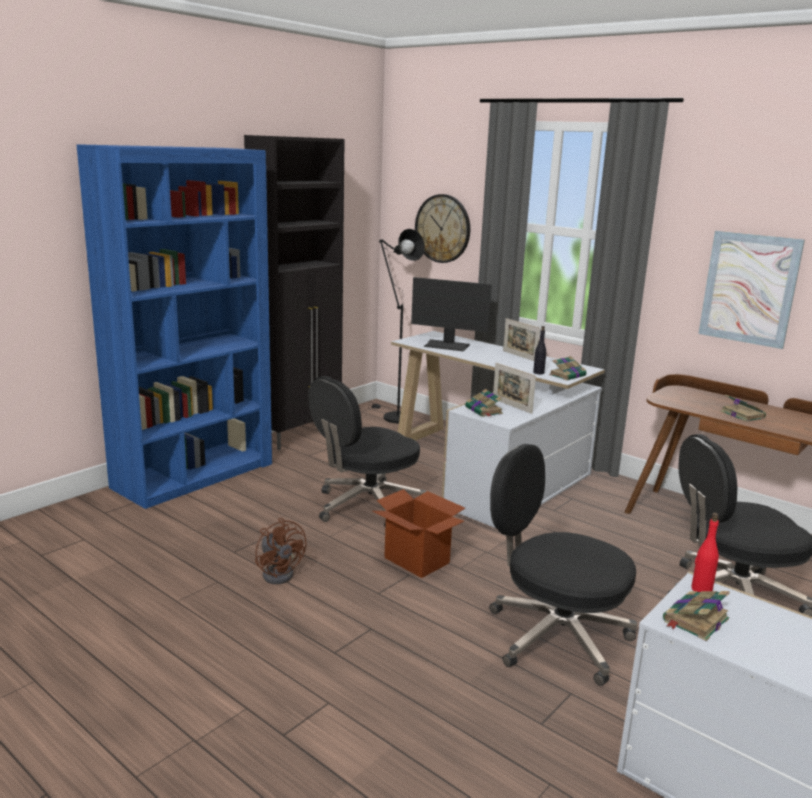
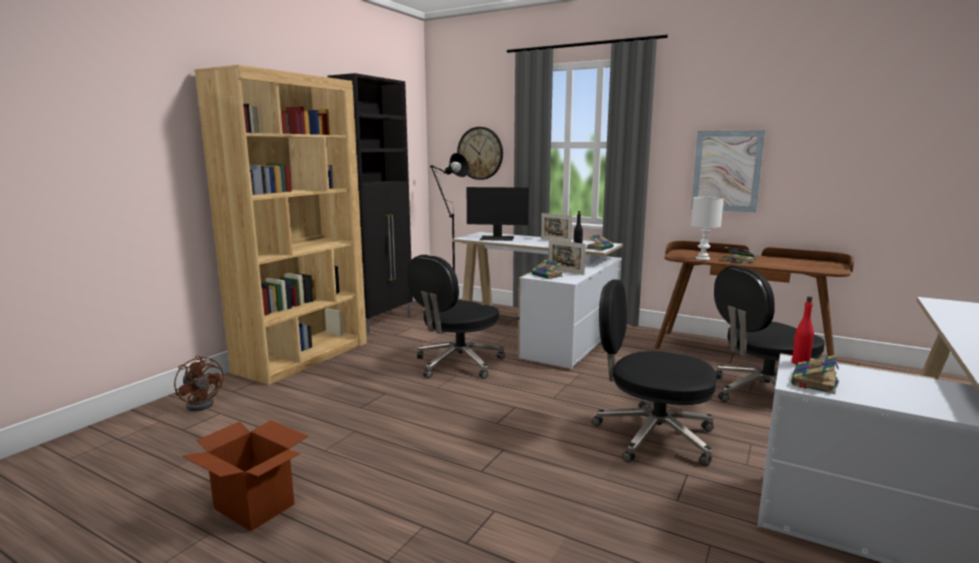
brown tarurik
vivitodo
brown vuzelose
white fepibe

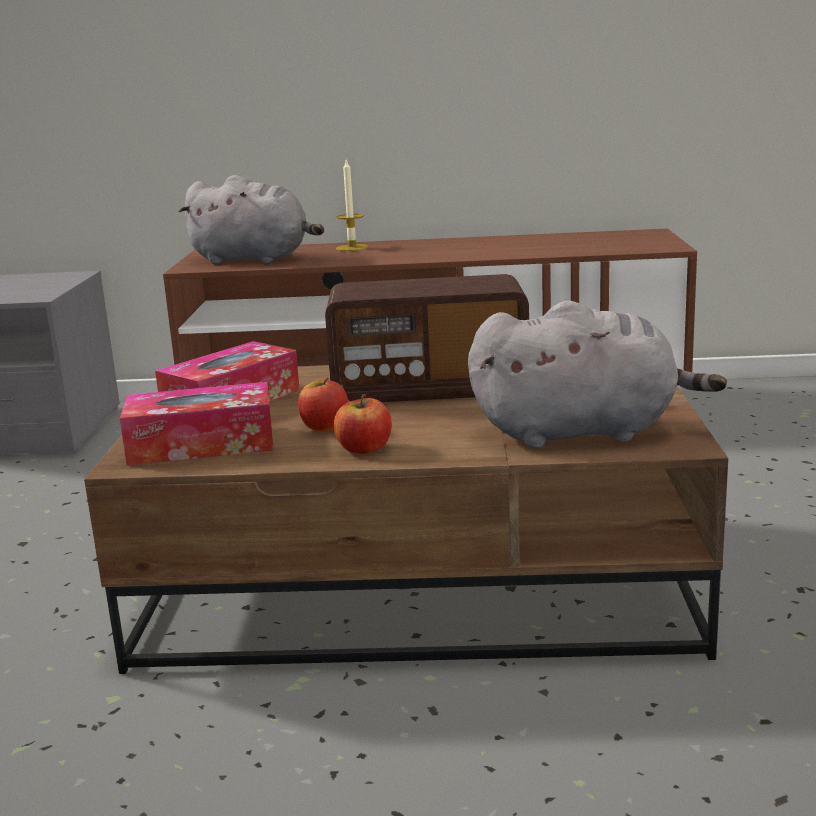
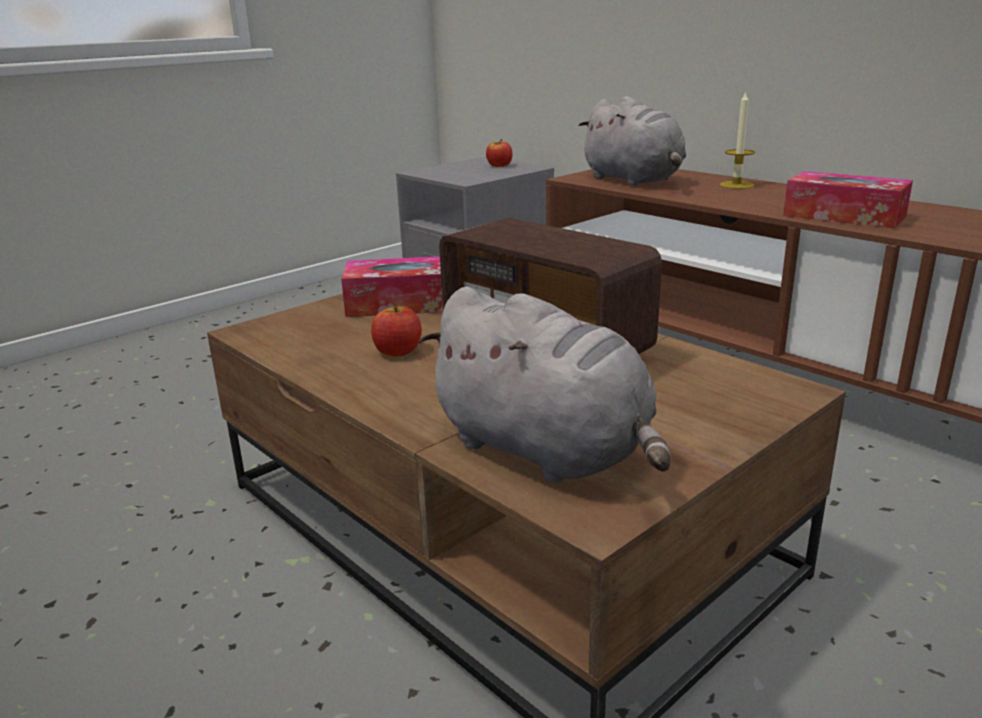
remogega (2nd from left)
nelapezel (2nd from left)

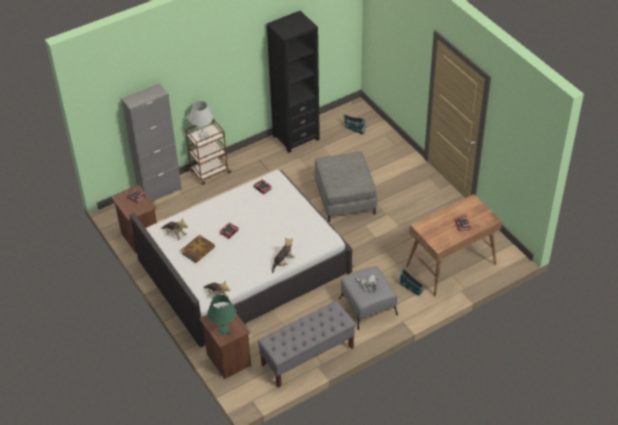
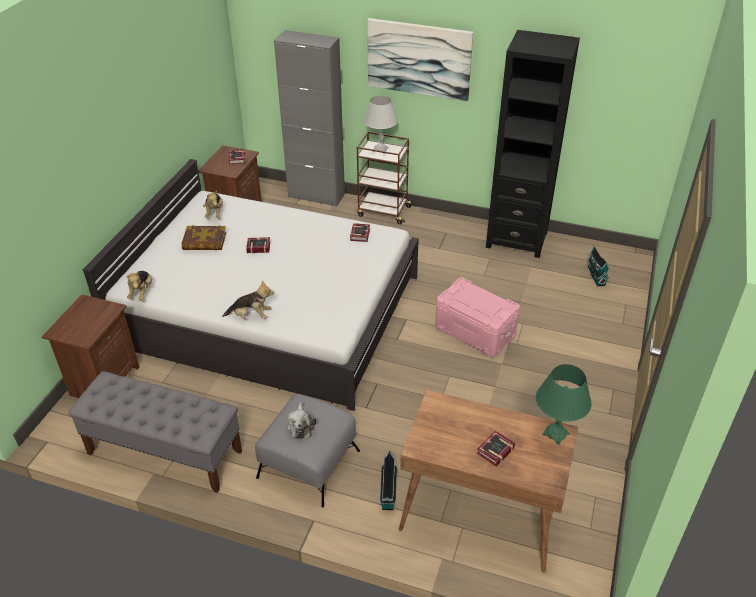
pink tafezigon
green fepibe
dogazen

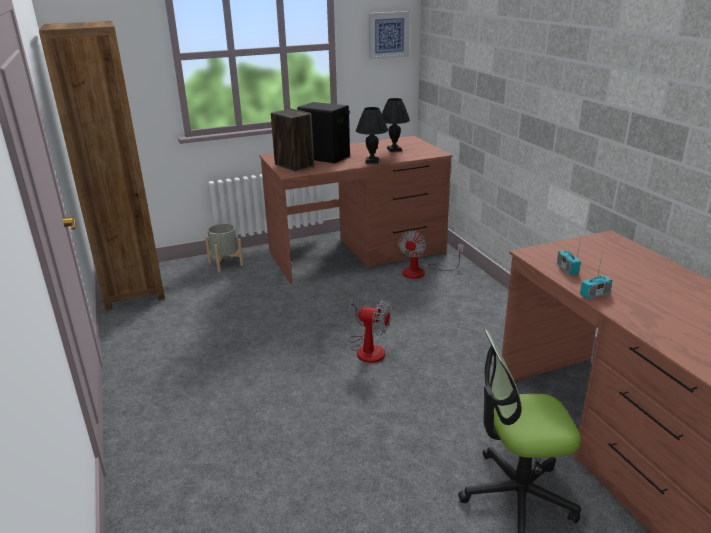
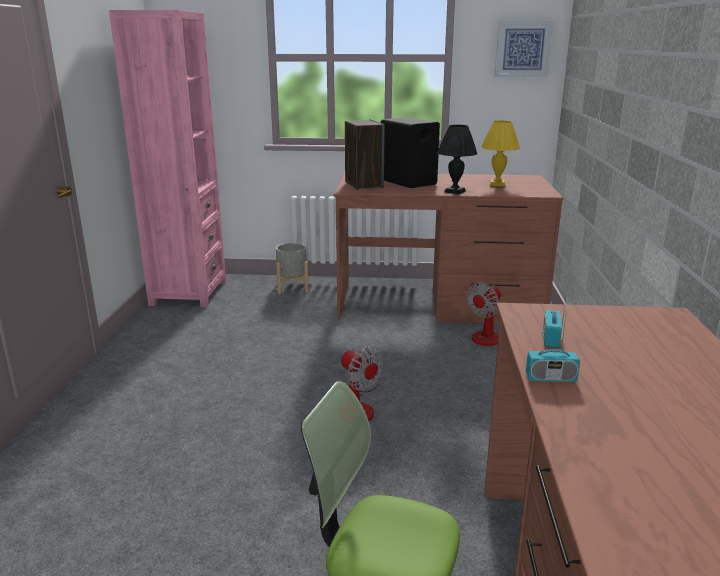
pink tarurik
yellow fepibe

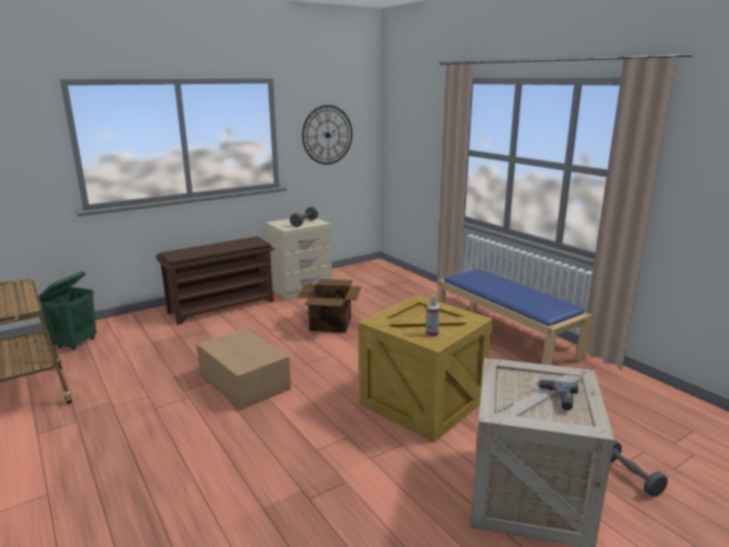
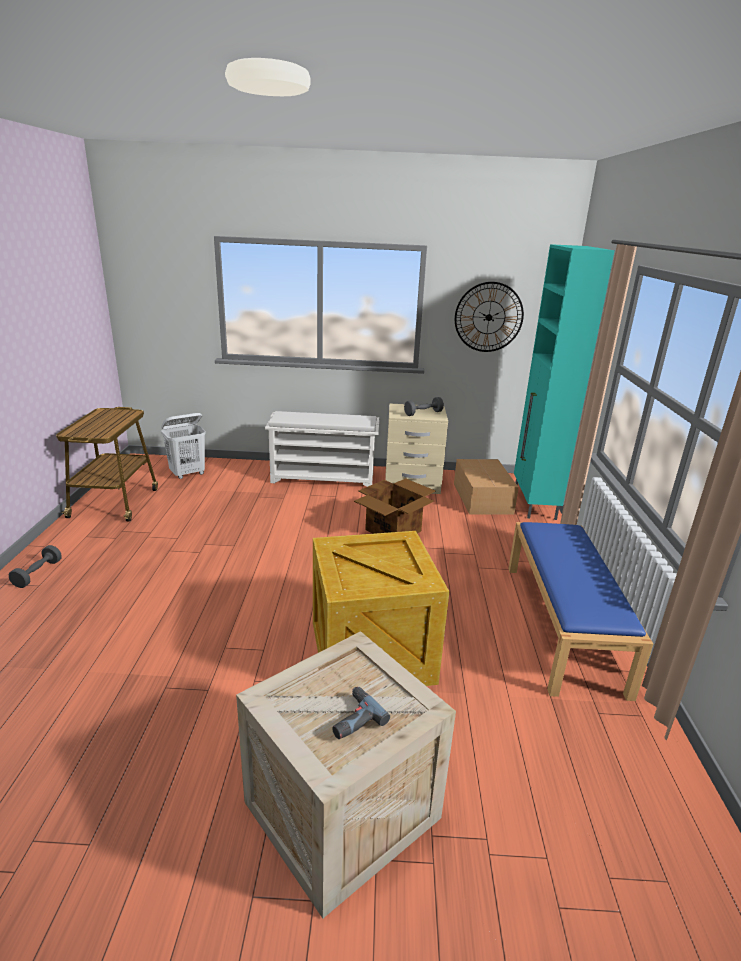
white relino
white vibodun
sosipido
vivitodo (2nd from left)
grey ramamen (1st from left)
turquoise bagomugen

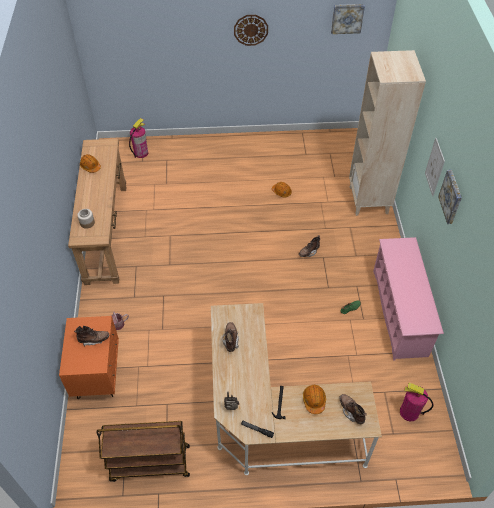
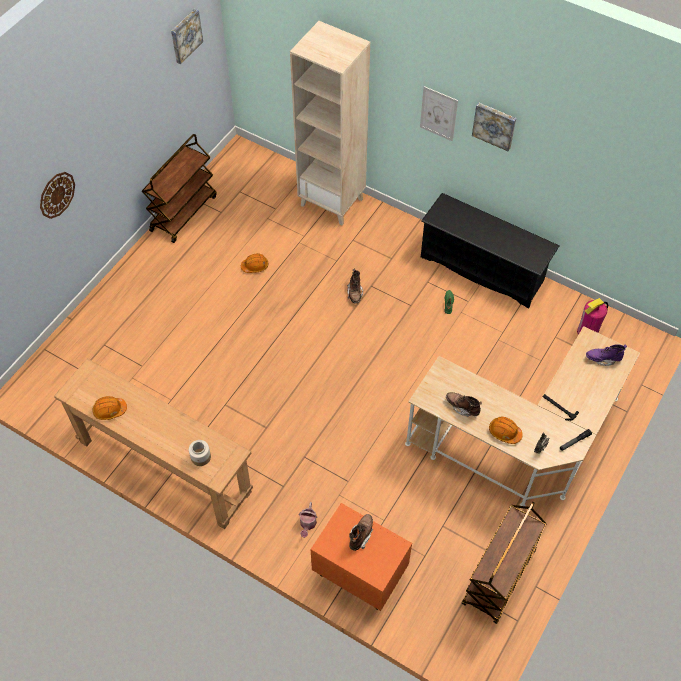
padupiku
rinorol (1st from left in the first image)
black relino
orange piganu (3rd from left)
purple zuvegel
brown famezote (1st from left)

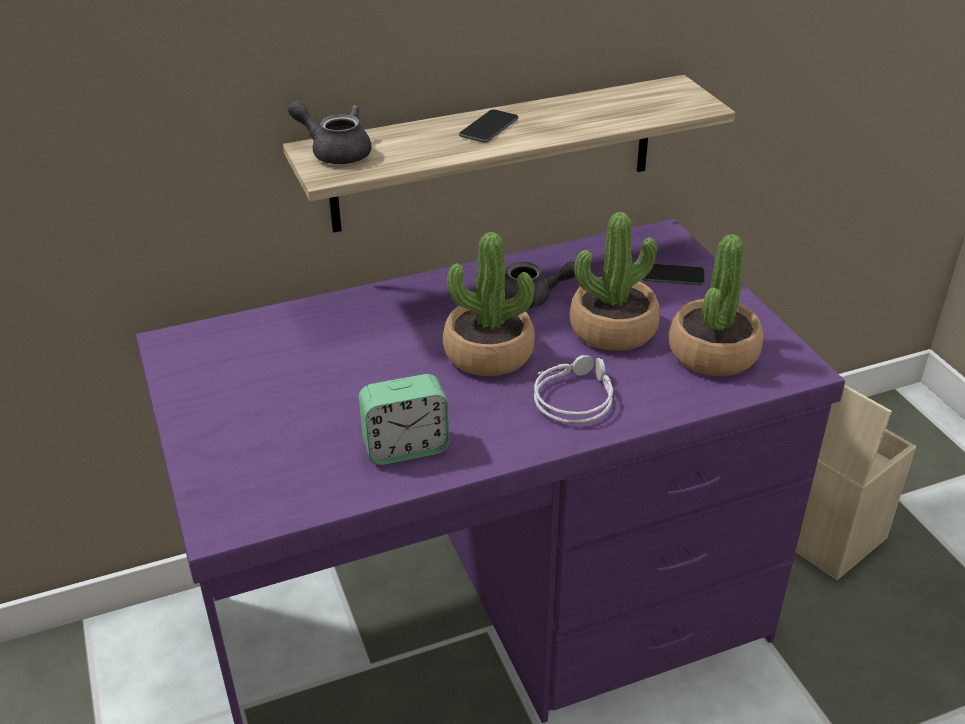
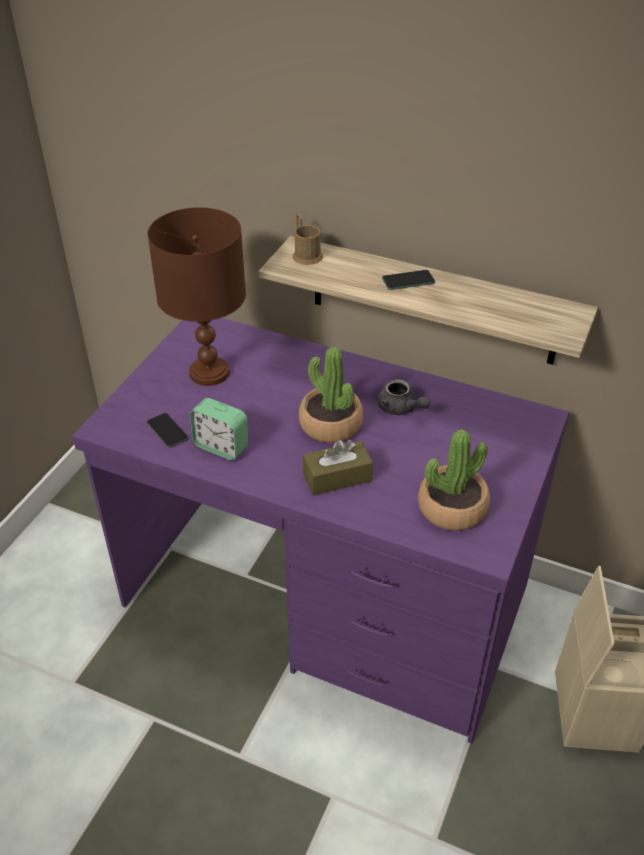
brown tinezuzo
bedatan (2nd from left in the first image)
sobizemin (1st from left)
brown remogega
brown fepibe

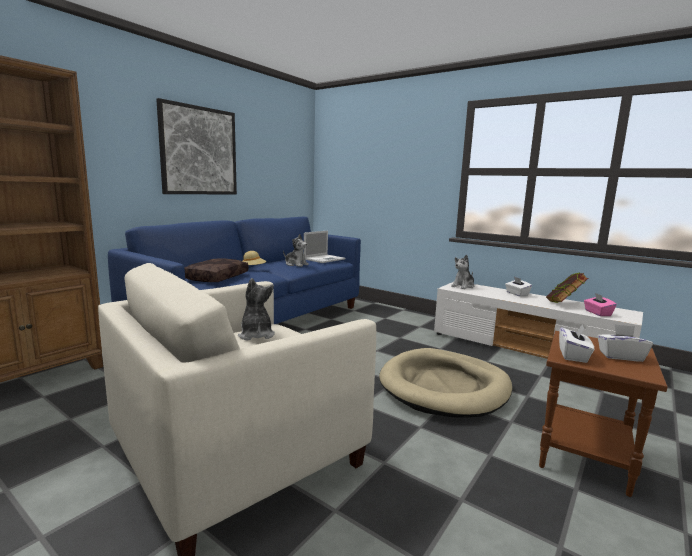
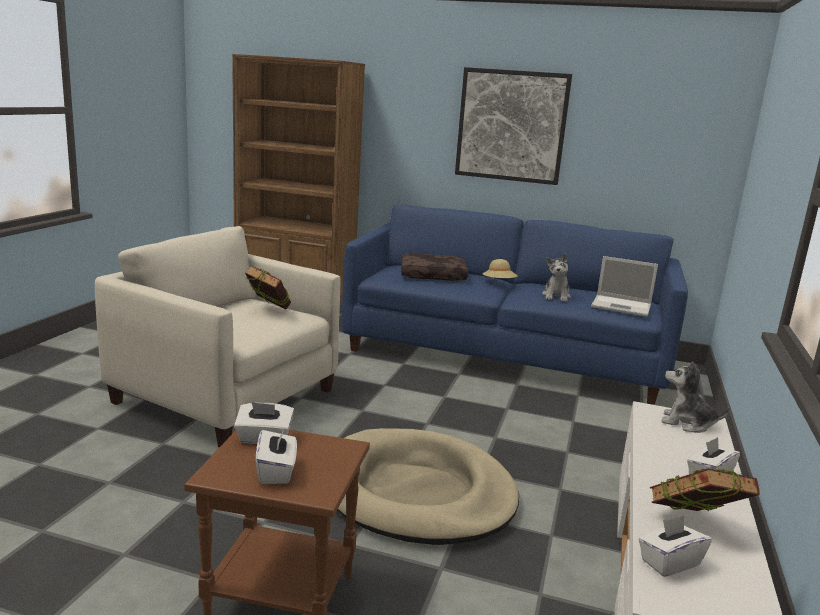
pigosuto (1st from left)
white remogega (3rd from left)

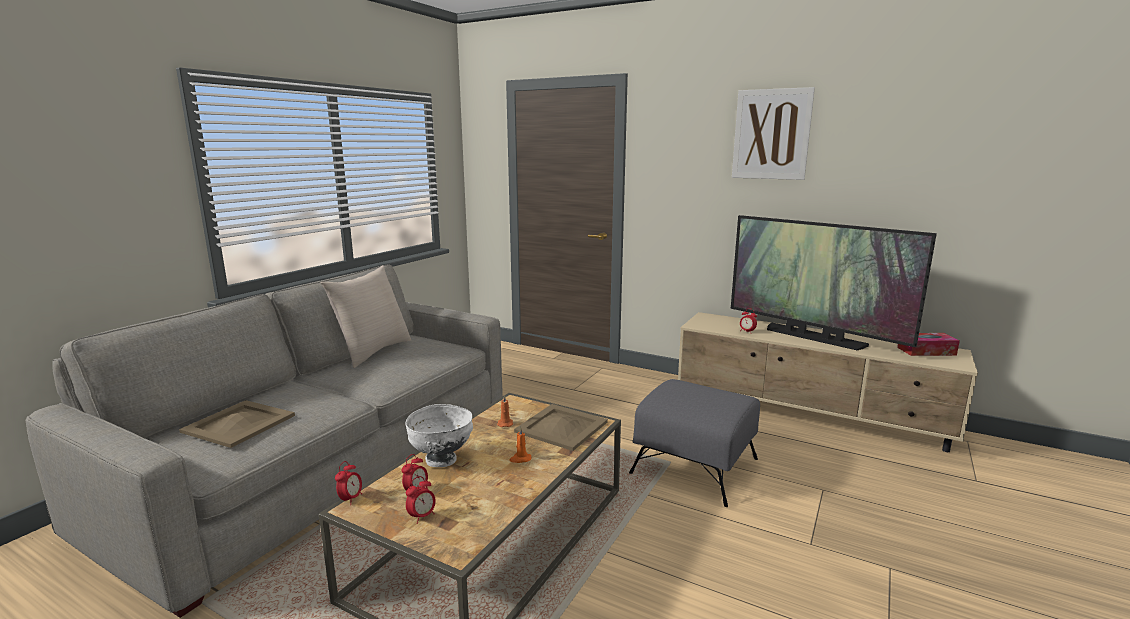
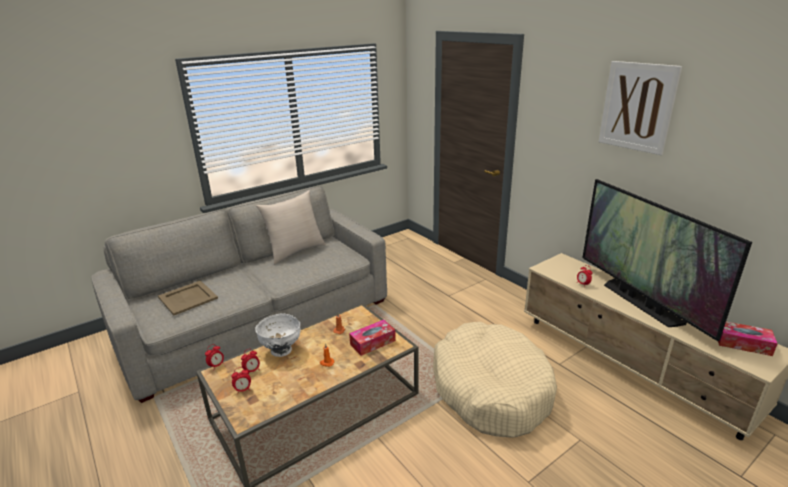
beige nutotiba
remogega (1st from left)

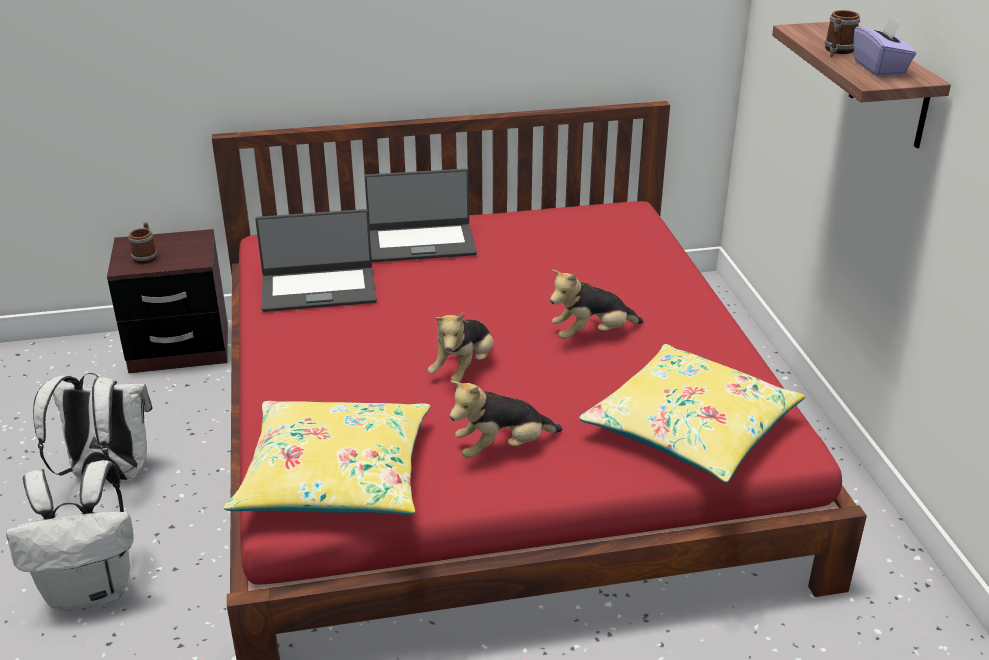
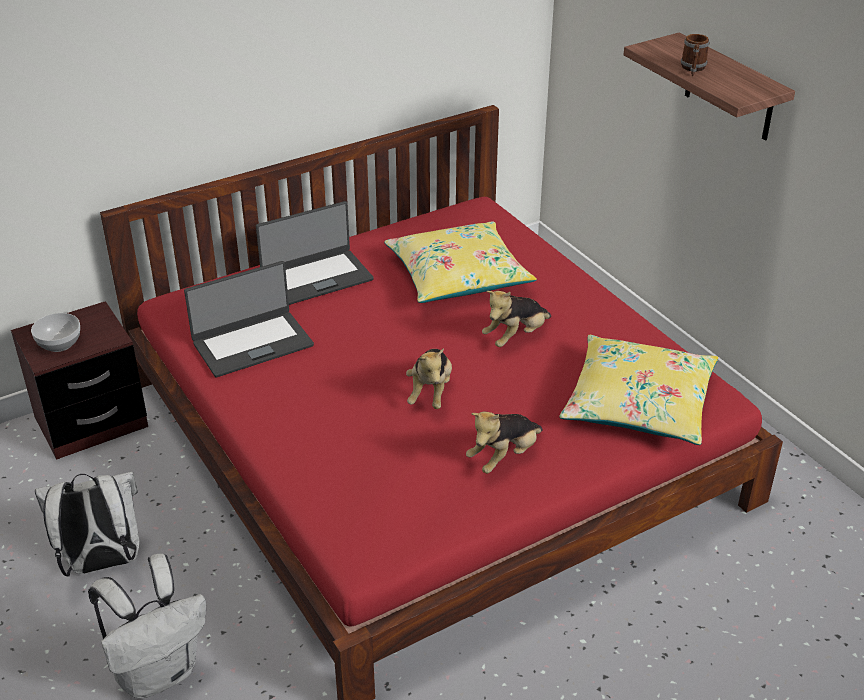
purple remogega
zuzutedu
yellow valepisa (1st from left)

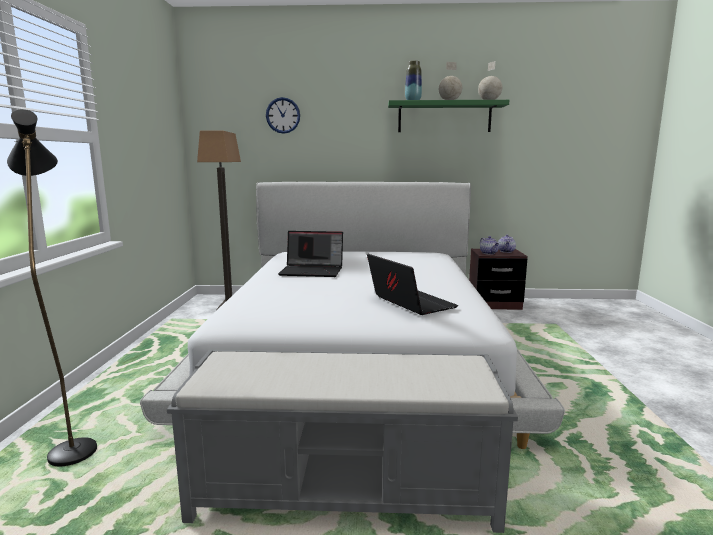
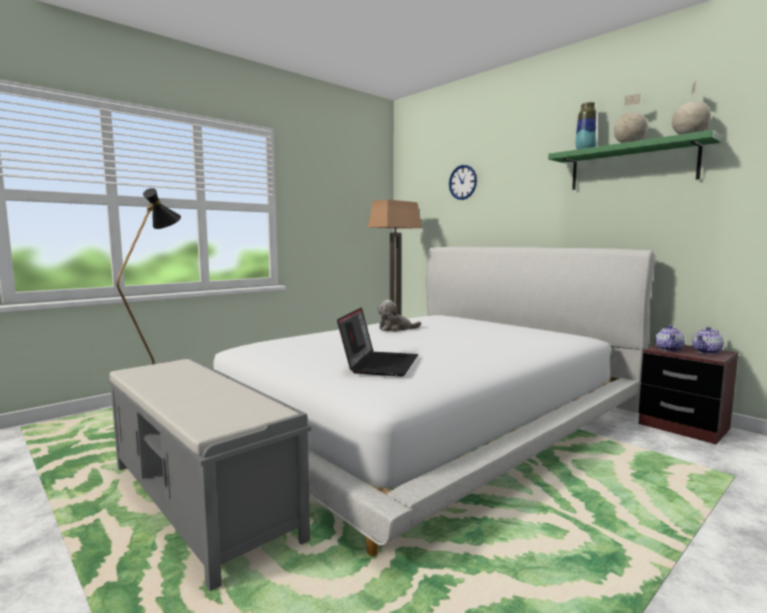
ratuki

